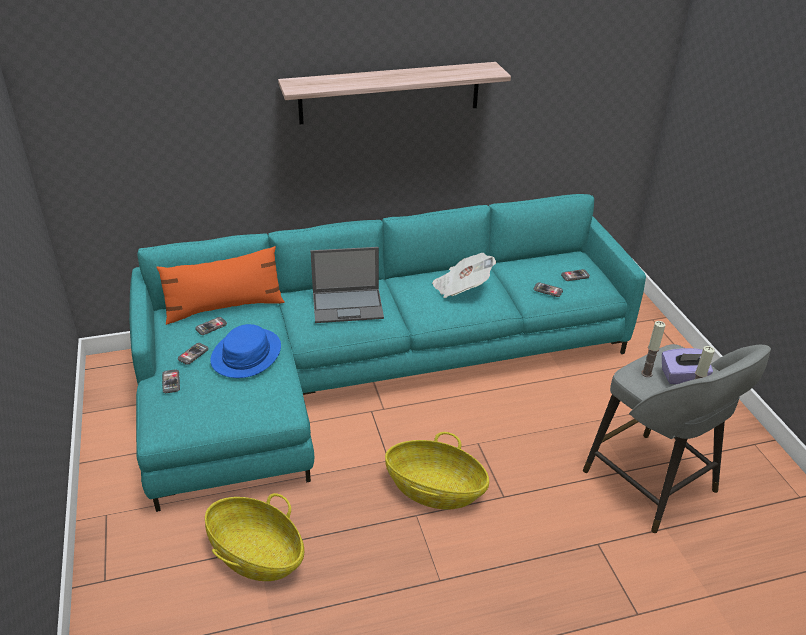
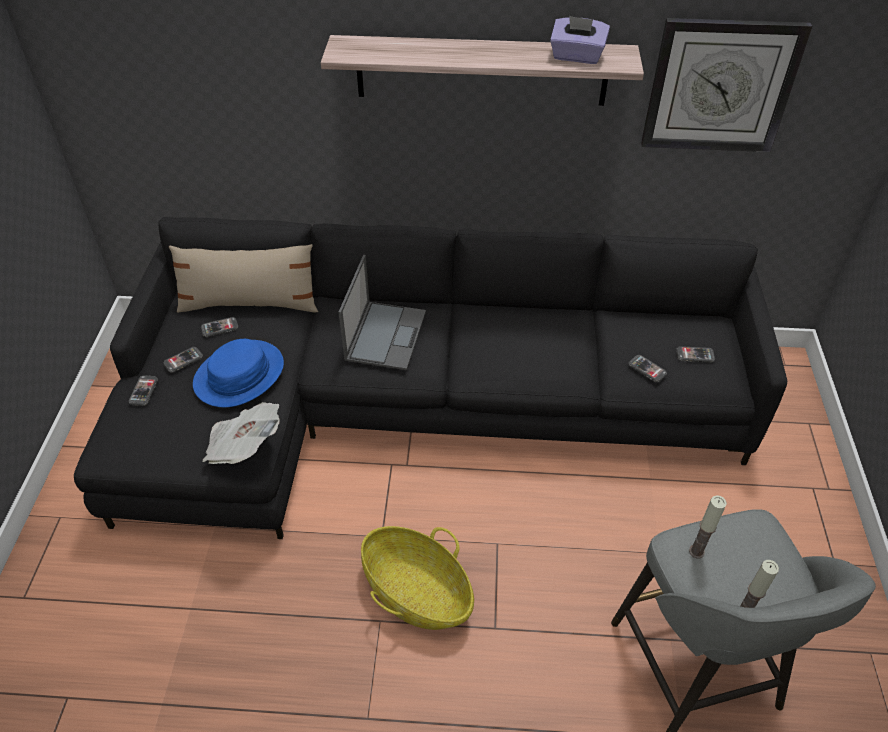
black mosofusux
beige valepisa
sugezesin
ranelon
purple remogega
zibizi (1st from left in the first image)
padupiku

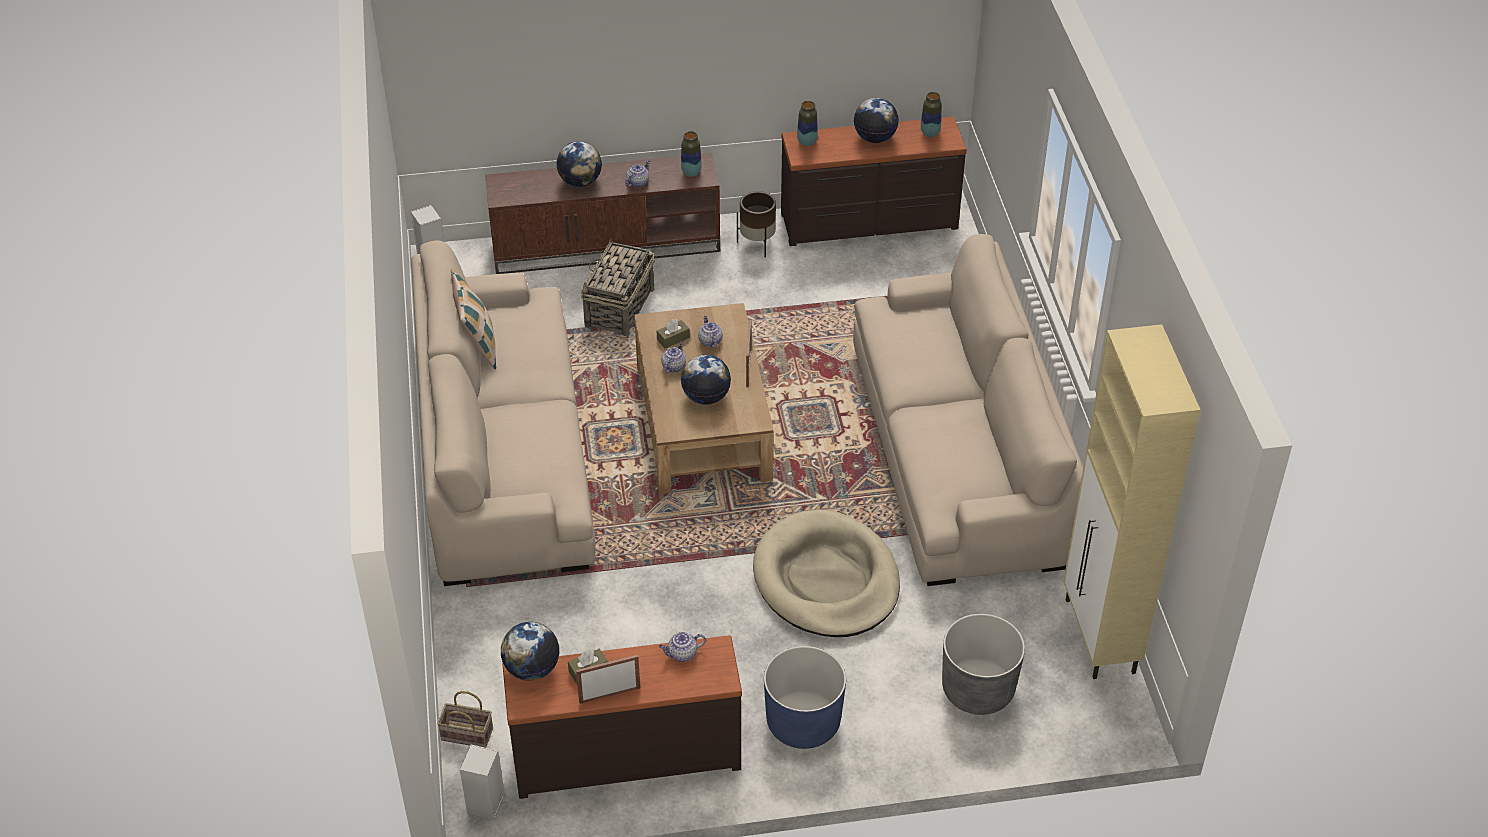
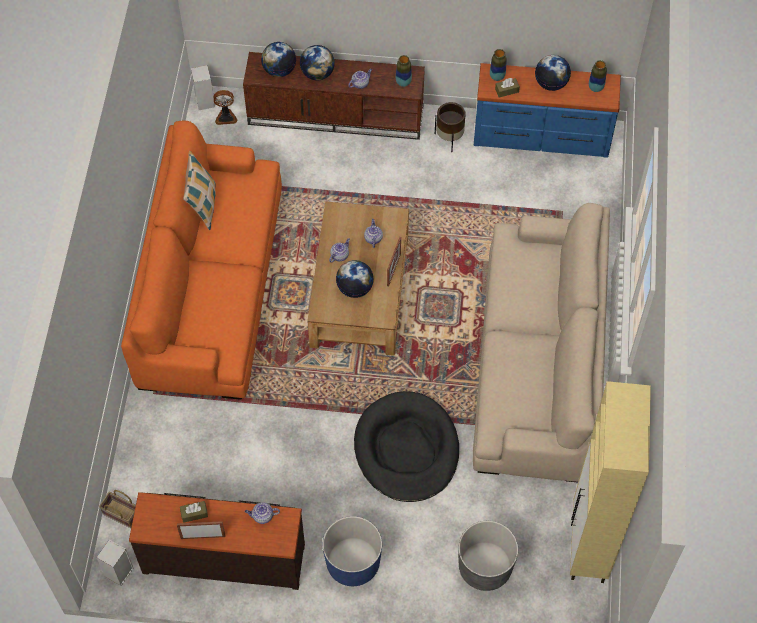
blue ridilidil
zibizi (2nd from left in the first image)
orange mosofusux
brown remogega (2nd from left)
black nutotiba
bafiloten (1st from left)
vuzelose

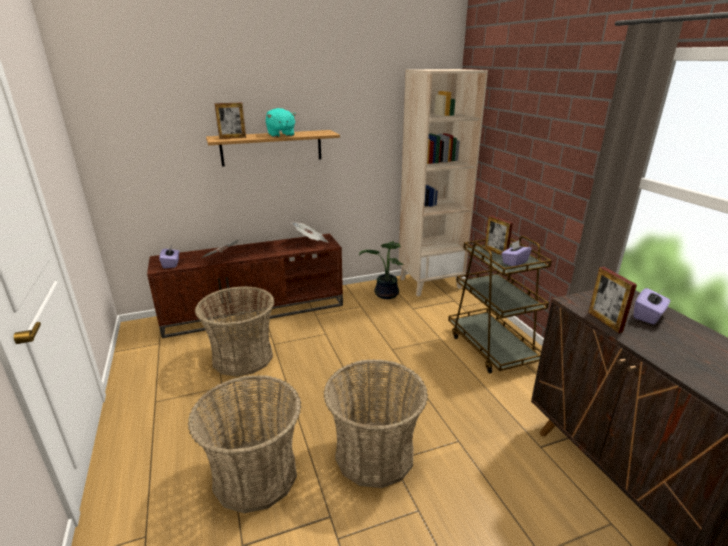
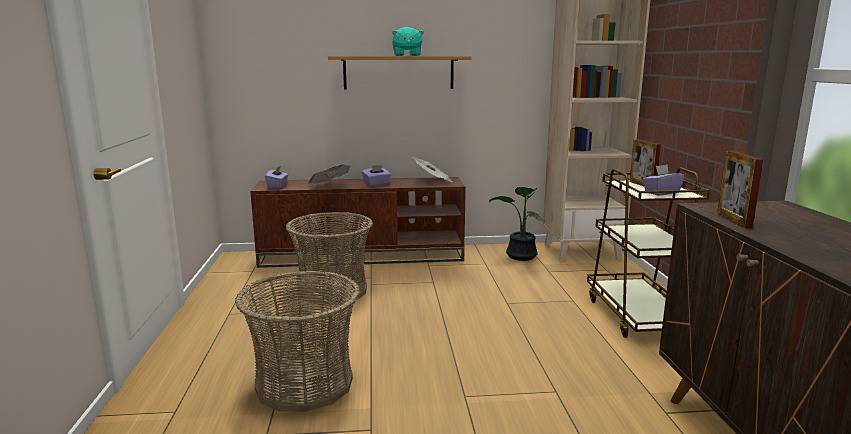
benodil (1st from left in the first image)
purple remogega (2nd from left)
zibizi (3rd from left in the first image)

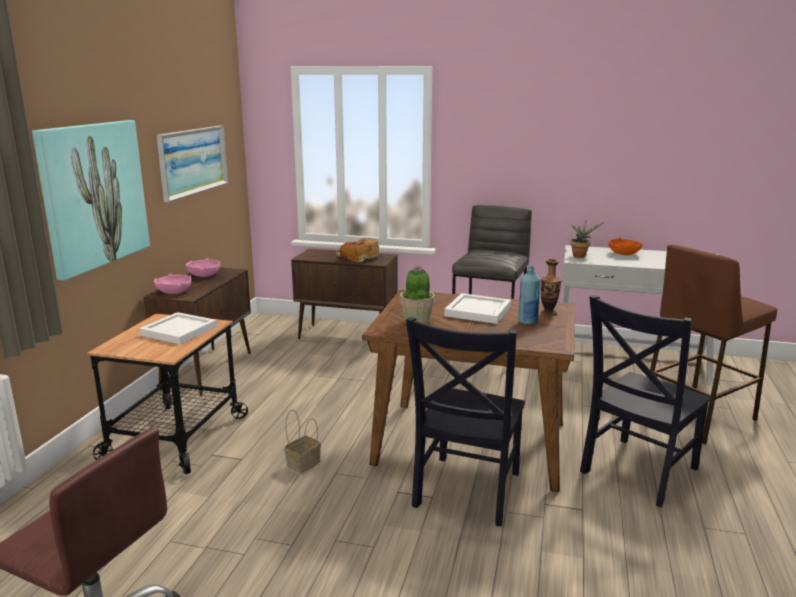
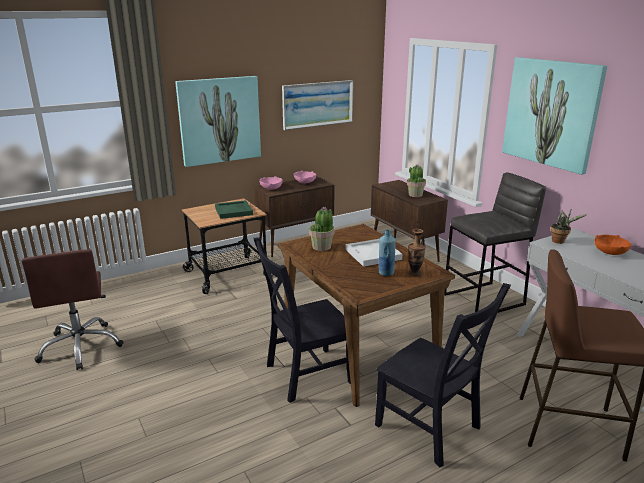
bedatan (2nd from left)
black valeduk (2nd from left)
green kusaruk
zibizi
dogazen (3rd from left)

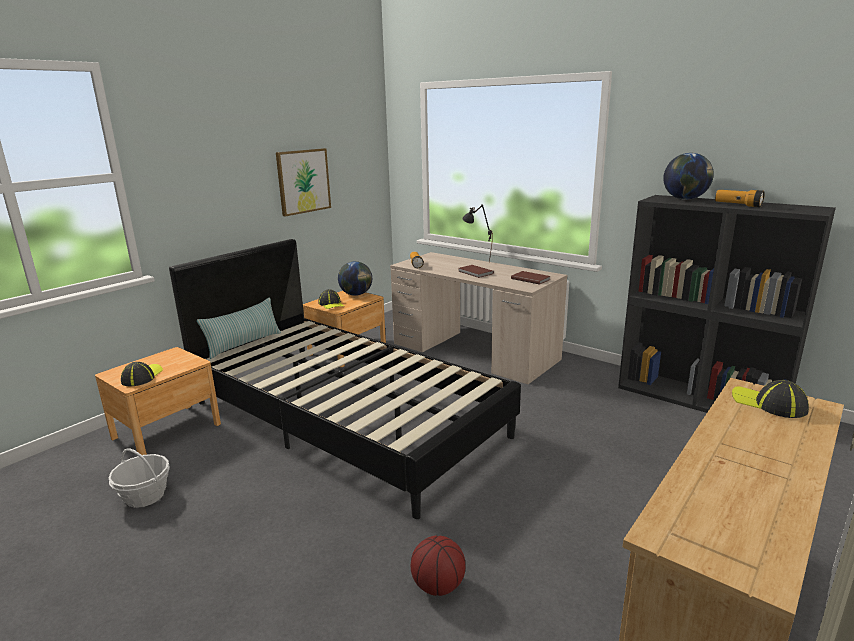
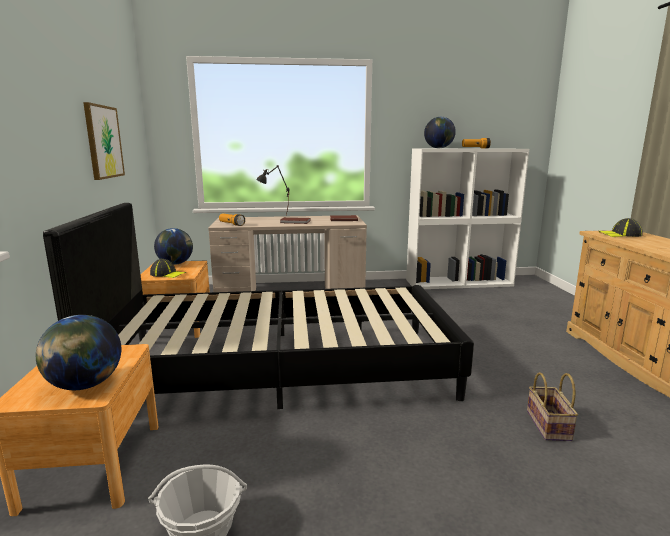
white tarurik
valepisa
bafiloten (1st from left)
zibizi (2nd from left)

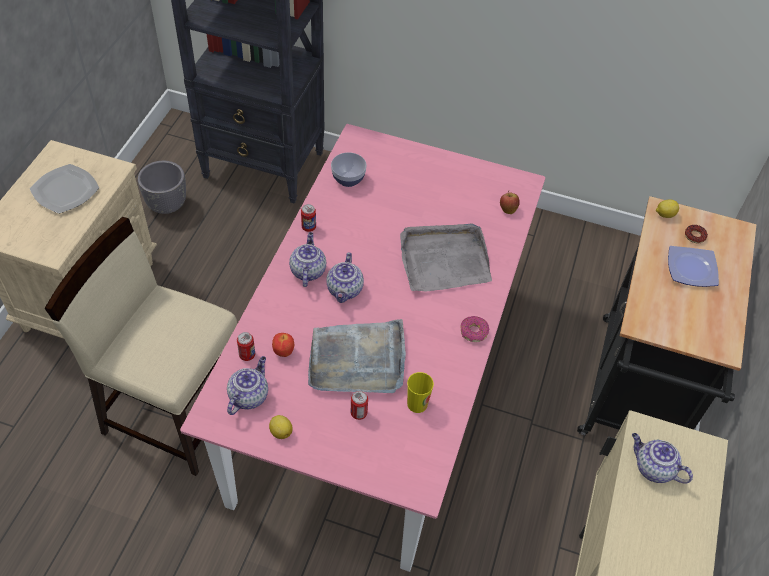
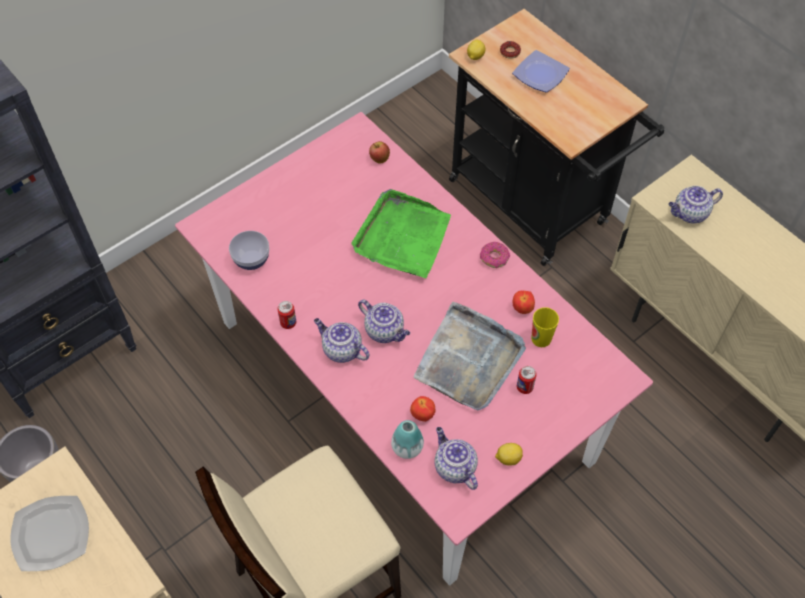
green kusaruk
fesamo
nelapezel (3rd from left)

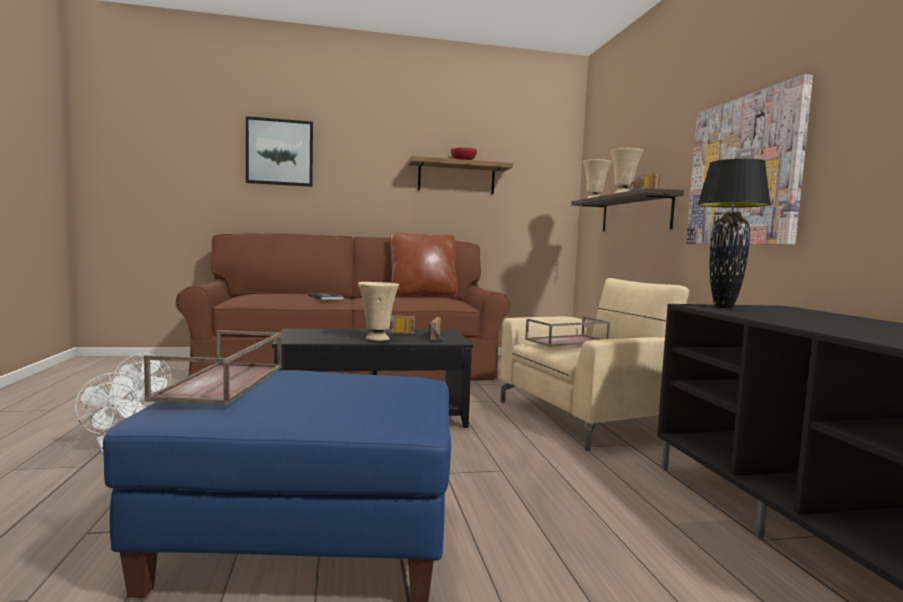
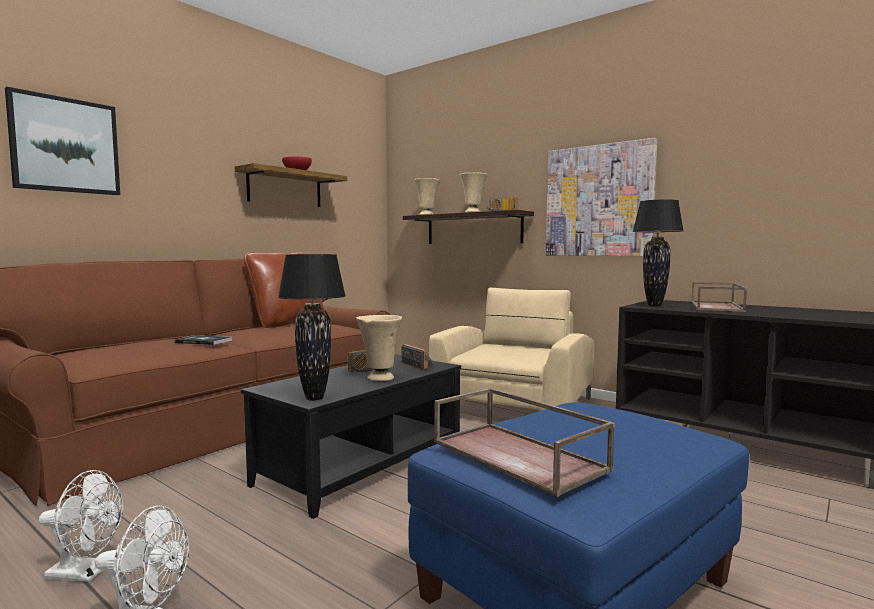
brown kusaruk (2nd from left)
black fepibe (1st from left)

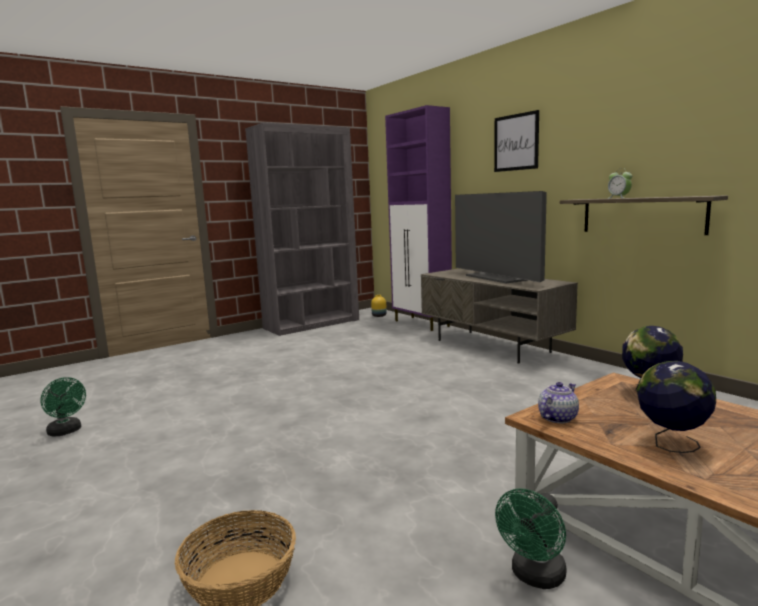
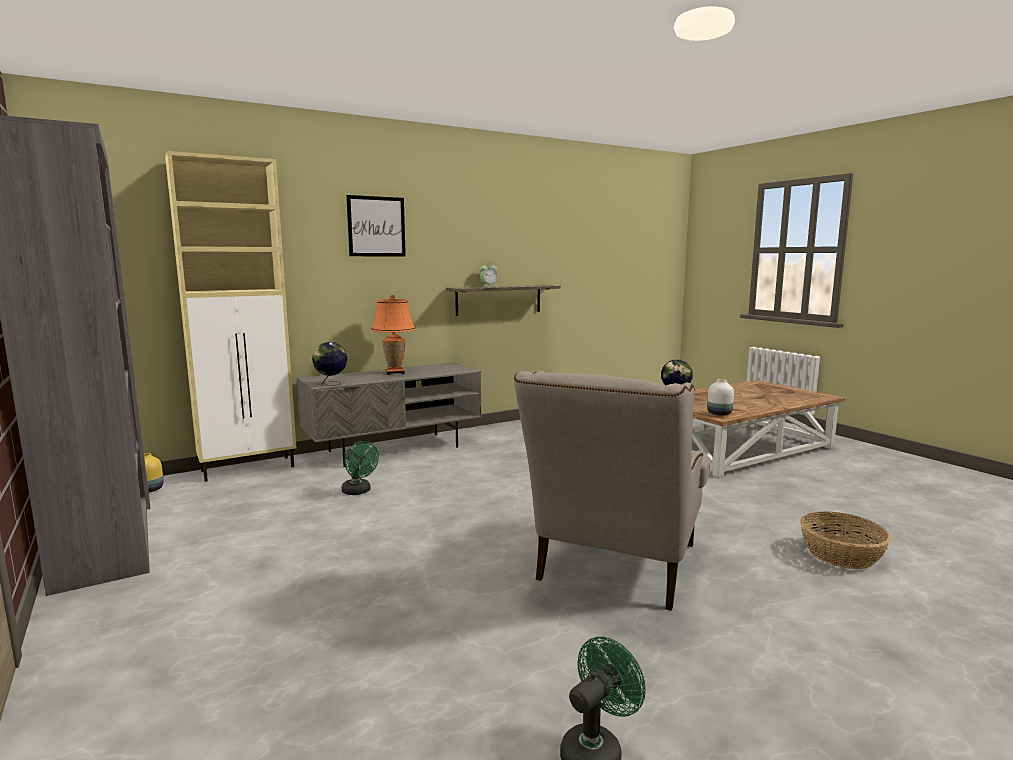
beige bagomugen
orange fepibe
bafiloten (1st from left)
white fesamo
green vuzelose (1st from left)
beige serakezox

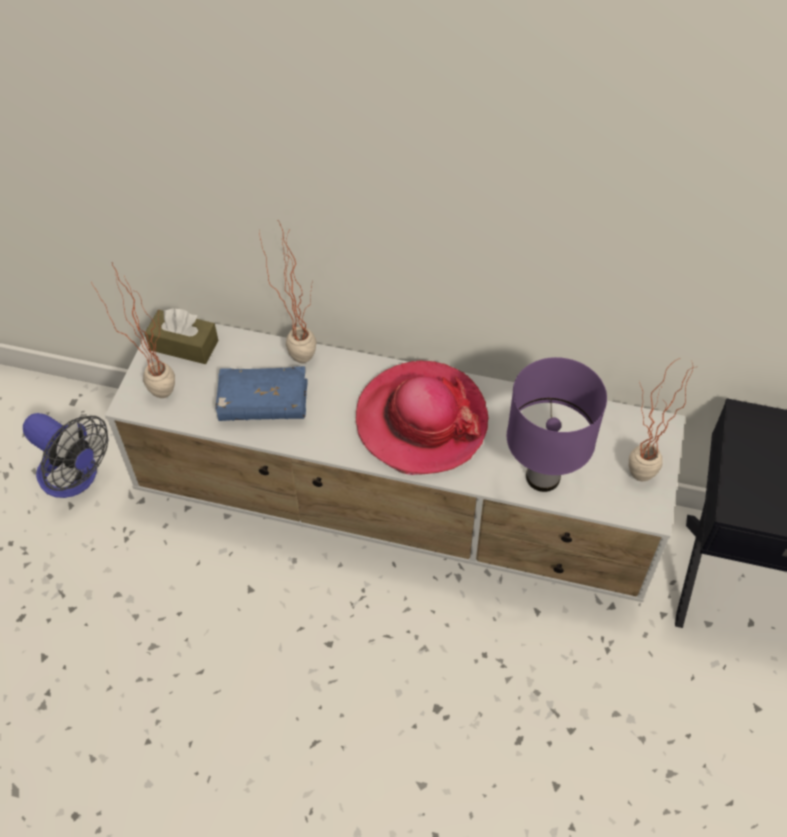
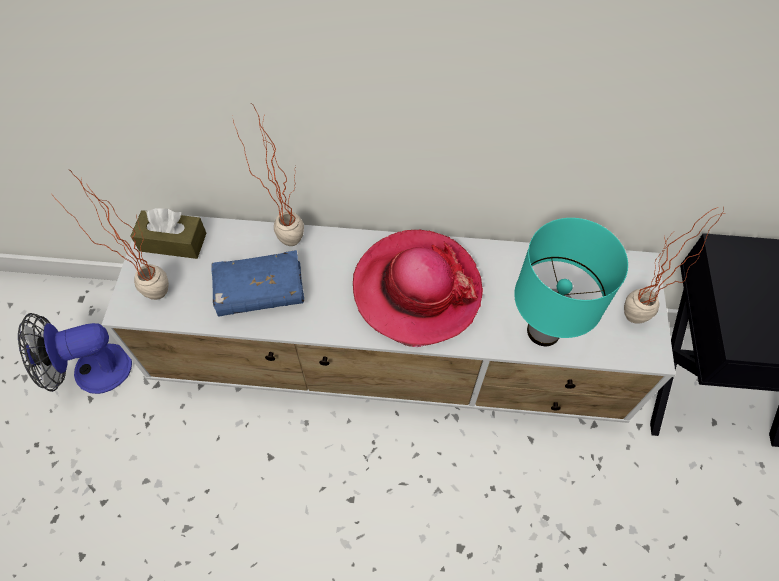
turquoise fepibe
vuzelose

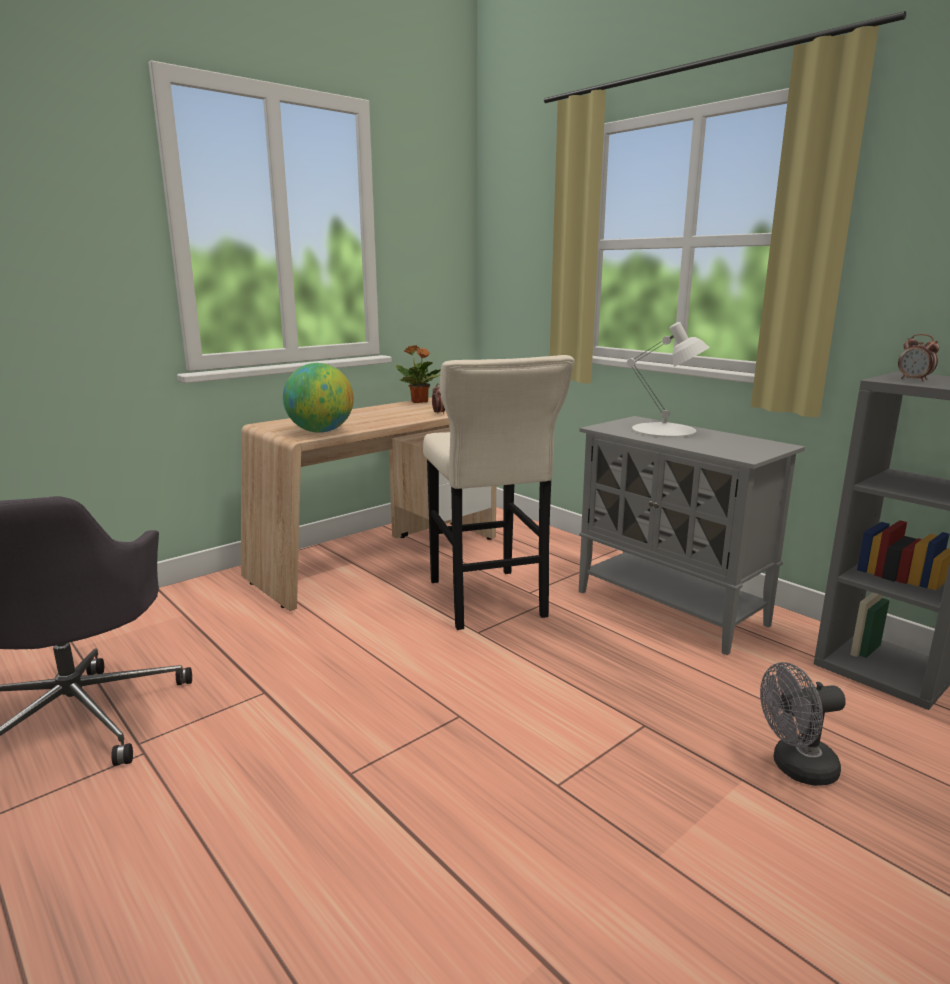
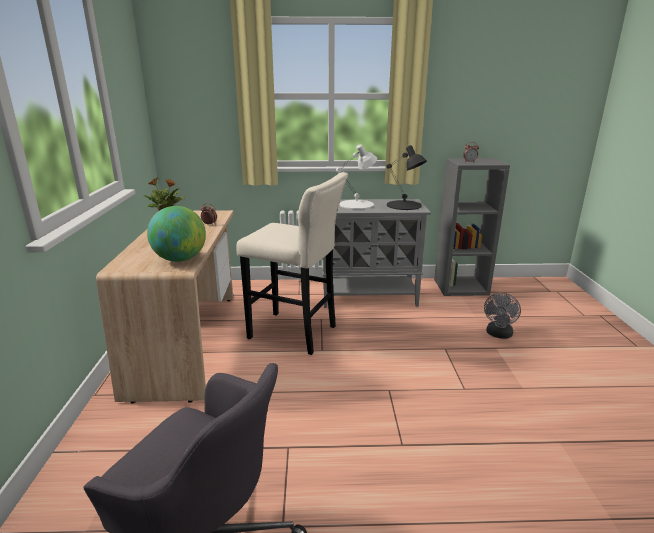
black fepibe

